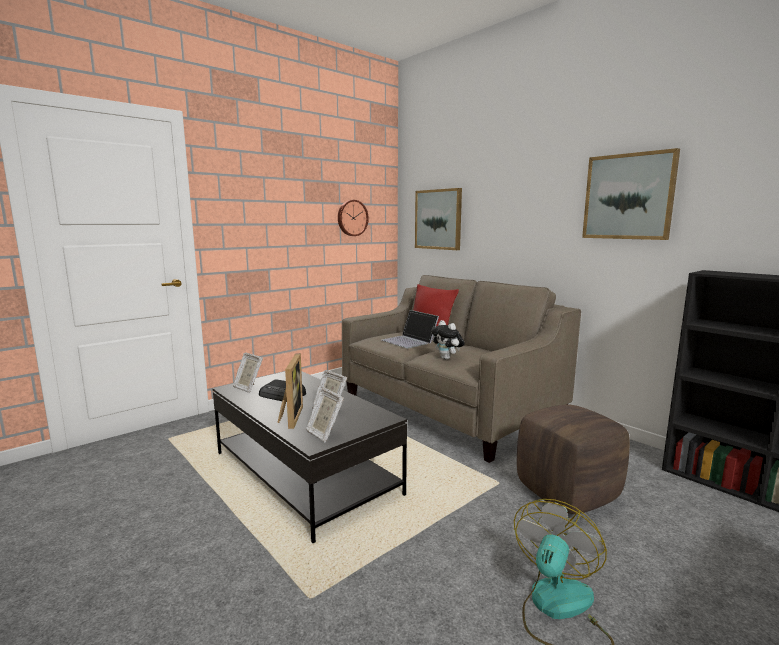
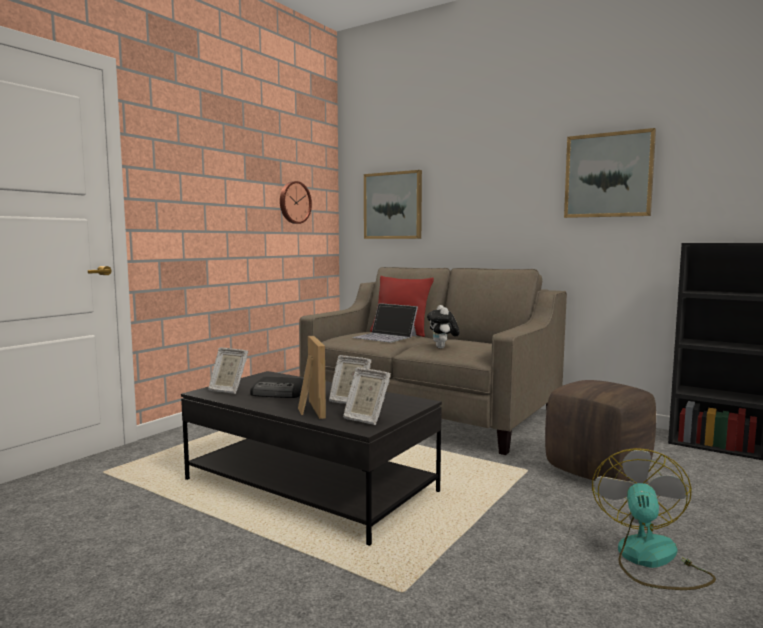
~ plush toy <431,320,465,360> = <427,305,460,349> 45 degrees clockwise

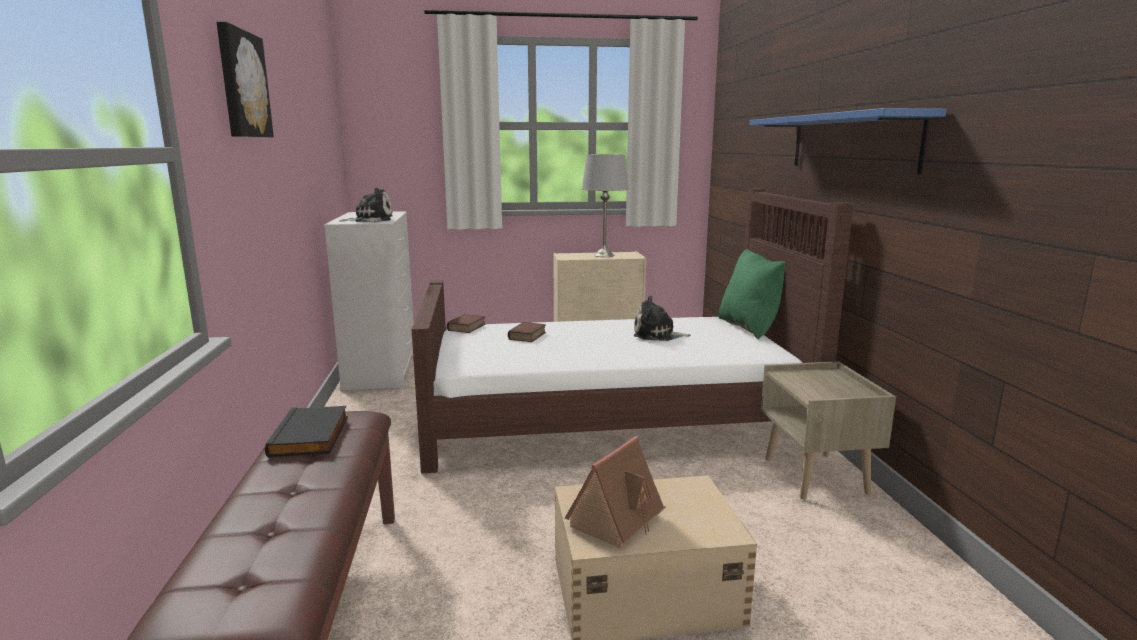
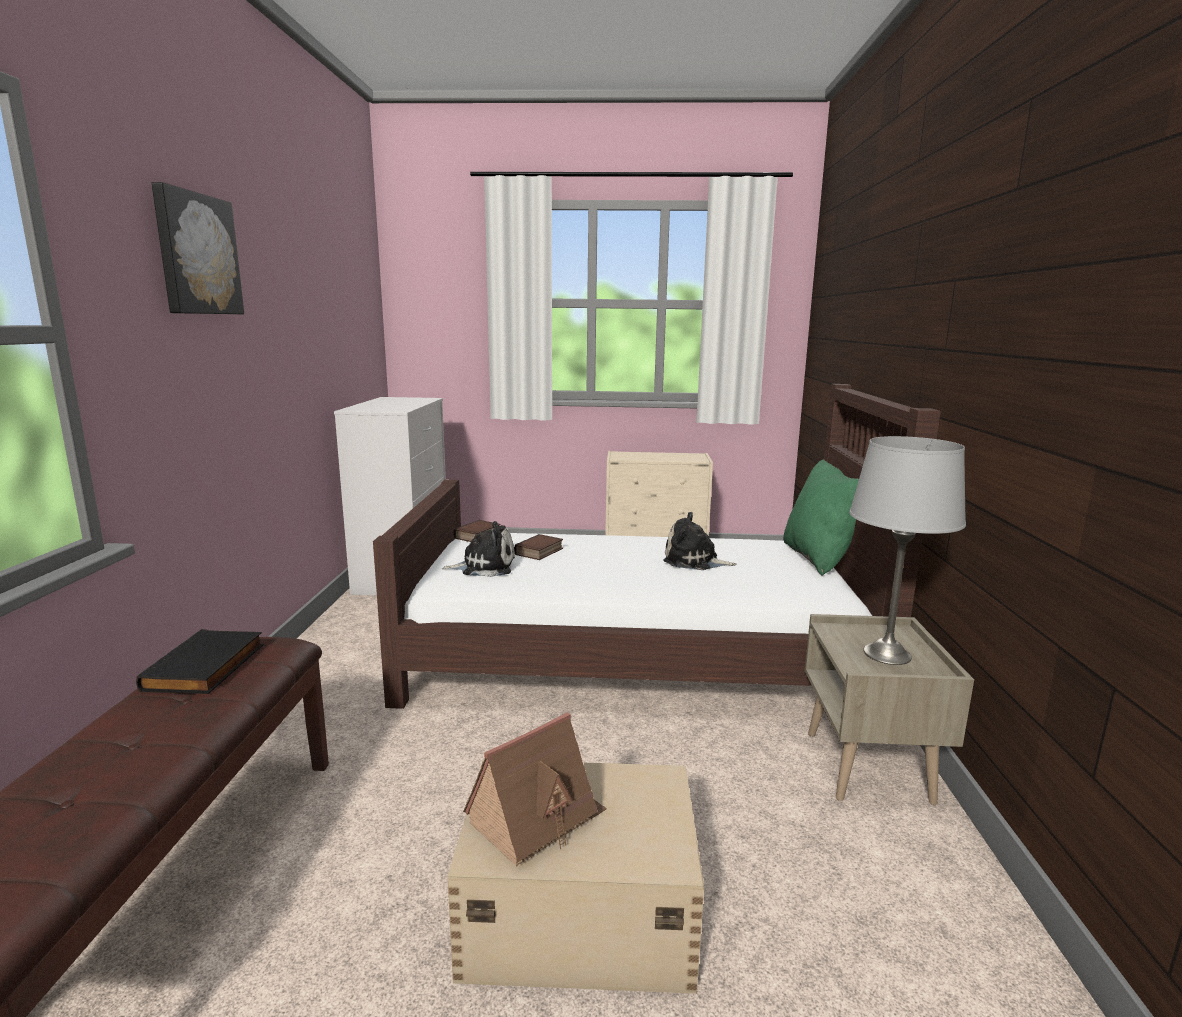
- blue shelf <749,108,947,174>
~ plush toy <340,188,393,222> to <441,521,515,577>
~ grey table lamp <581,154,629,257> to <849,436,966,665>

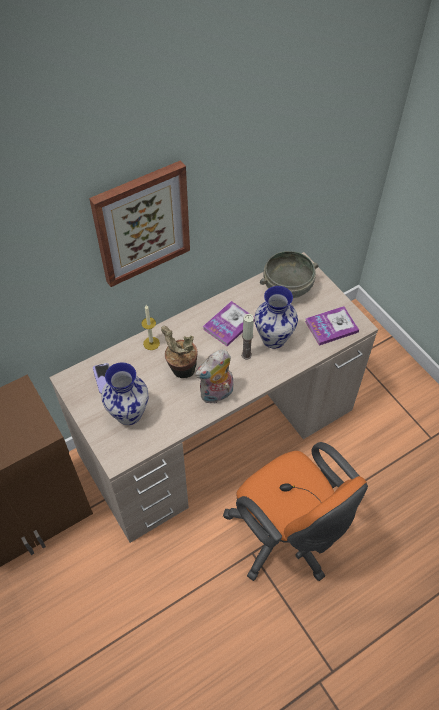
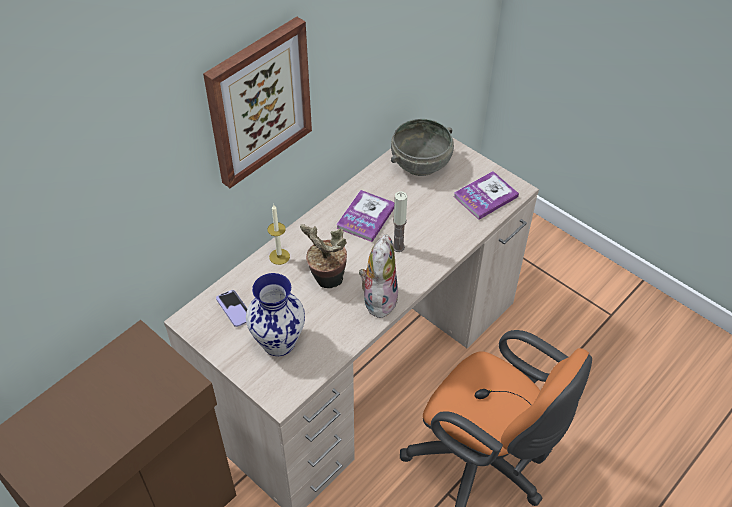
- vase <254,286,298,349>
~ plush toy <195,350,233,404> = <359,234,398,318> 150 degrees clockwise

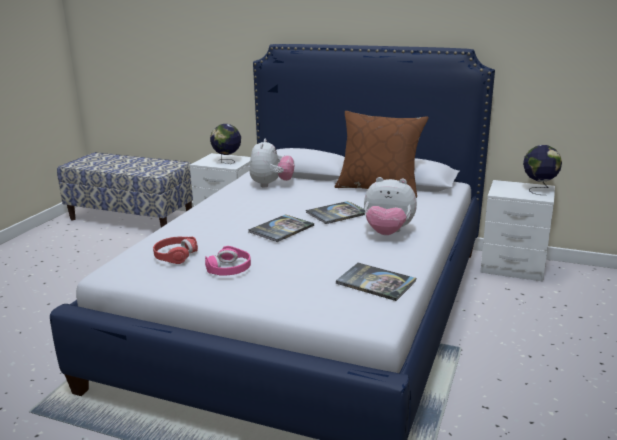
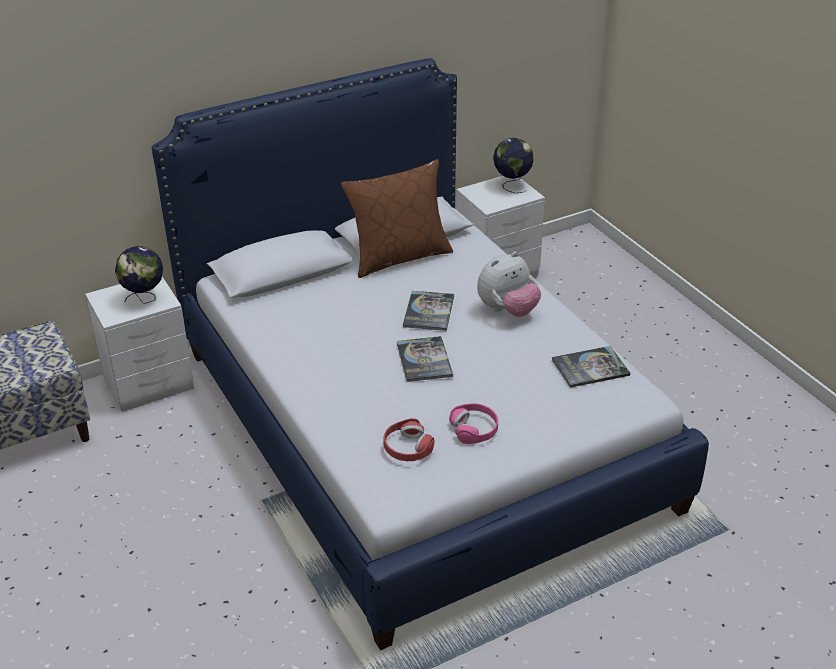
- plush toy <250,139,294,188>

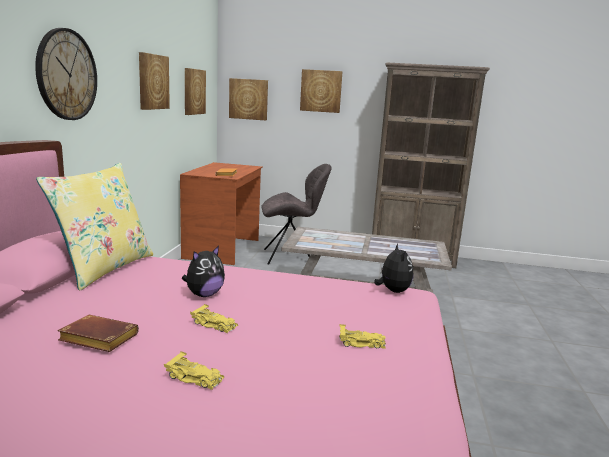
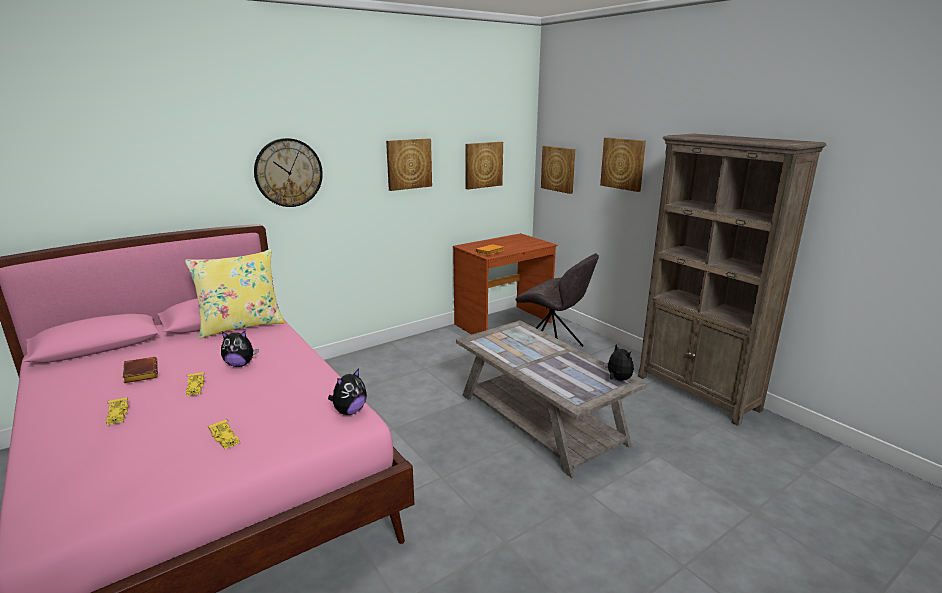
+ plush toy <603,344,634,381>

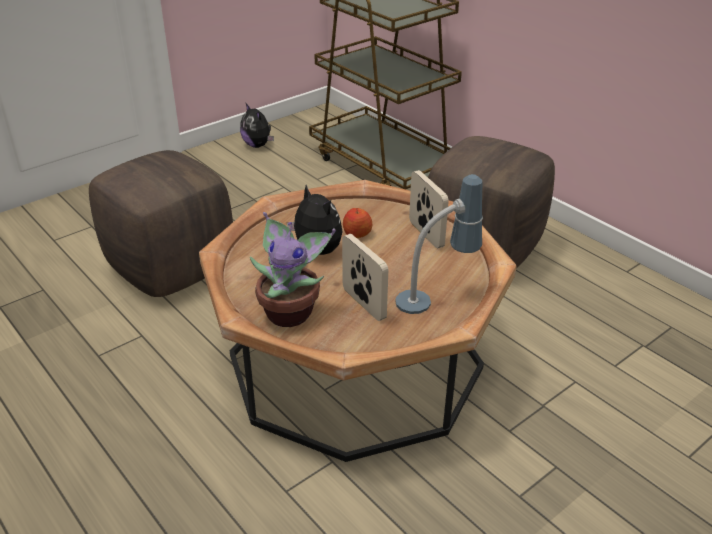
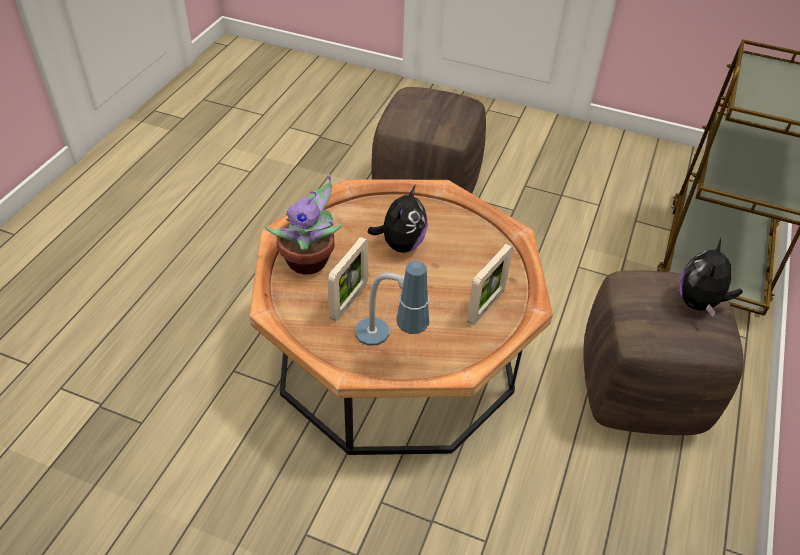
- apple <343,208,372,238>
~ plush toy <240,104,274,148> to <679,239,743,317>

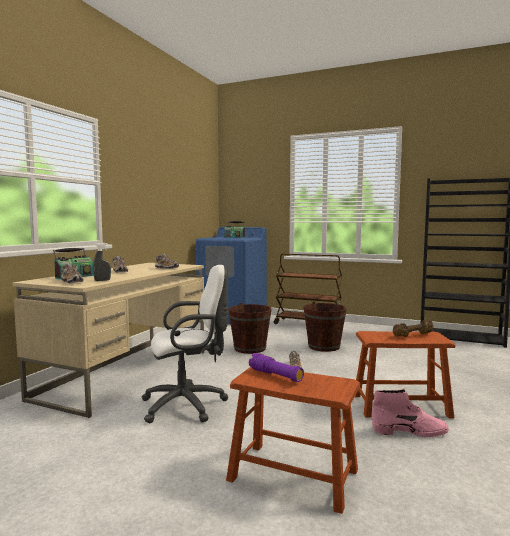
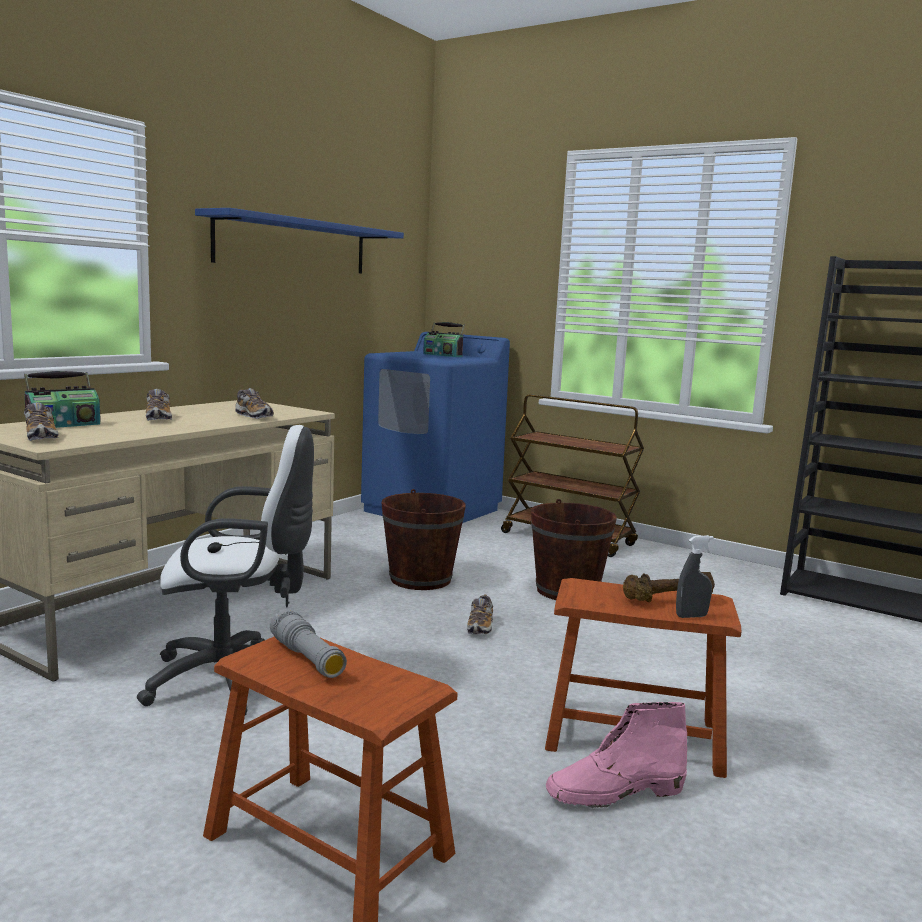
+ blue shelf <195,208,404,273>
~ grey spray bottle <93,243,111,281> to <676,535,714,618>
~ purple flashlight <249,353,304,382> to grey flashlight <270,609,347,678>
~ pink boot <372,389,449,438> = <546,702,687,808> 150 degrees clockwise

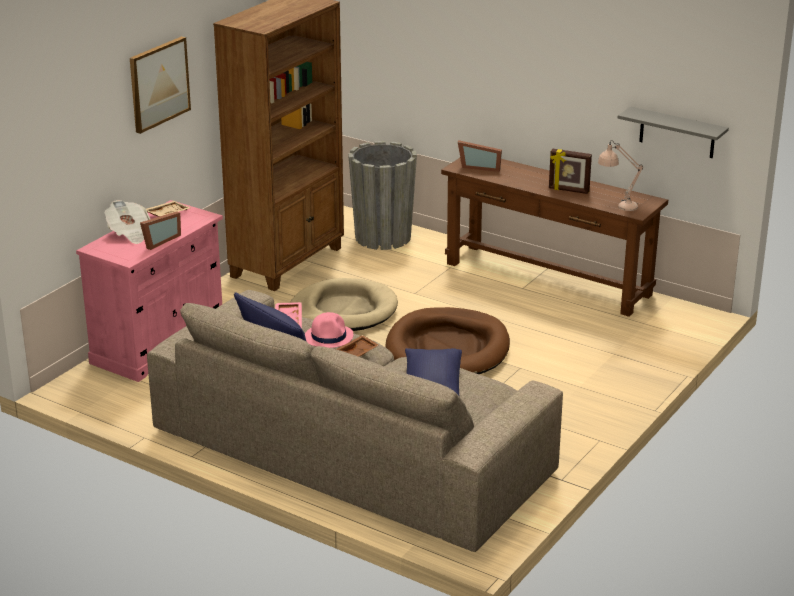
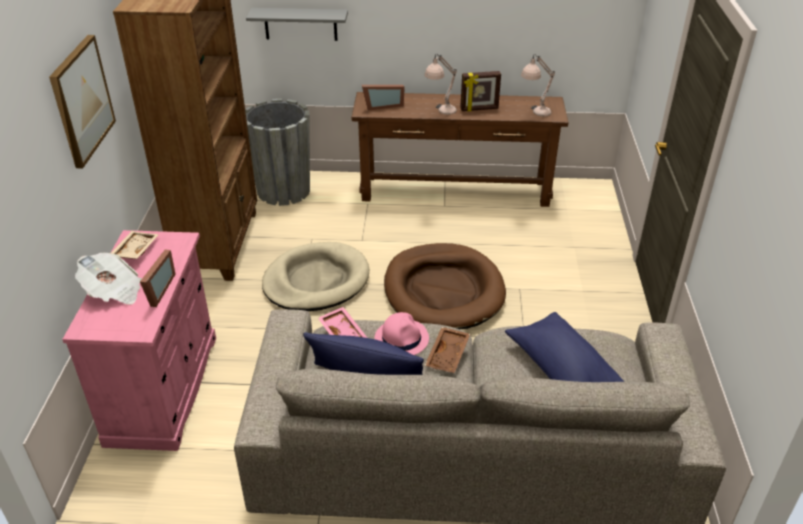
+ beige table lamp <425,53,457,115>
~ grey shelf <618,107,729,158> to <246,8,348,41>

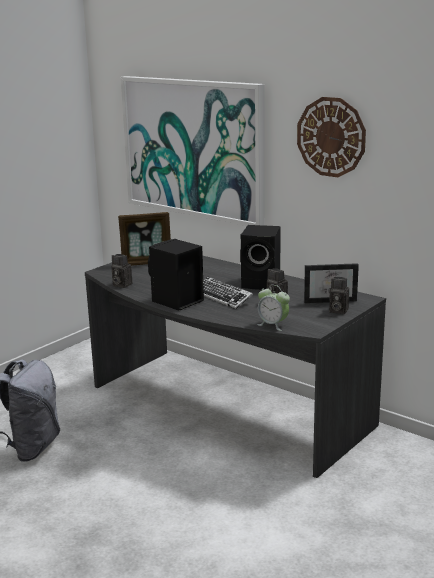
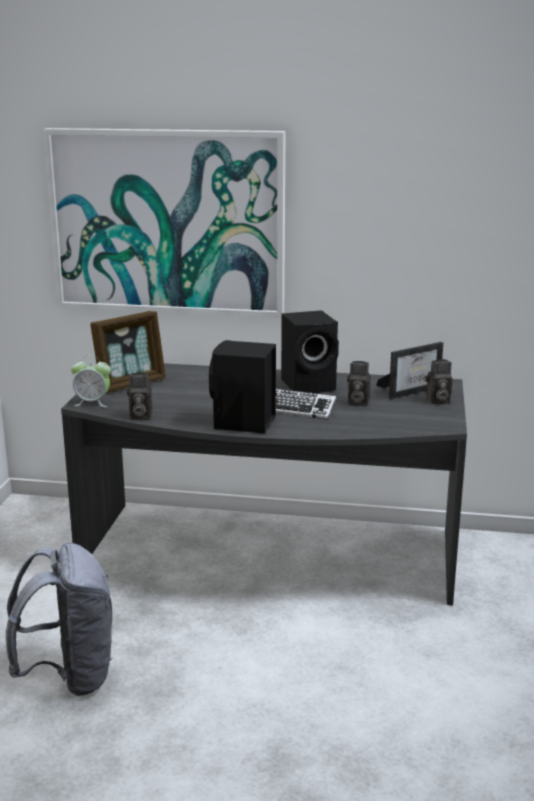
- wall clock <297,97,366,177>
~ alarm clock <257,285,290,331> to <71,355,111,407>

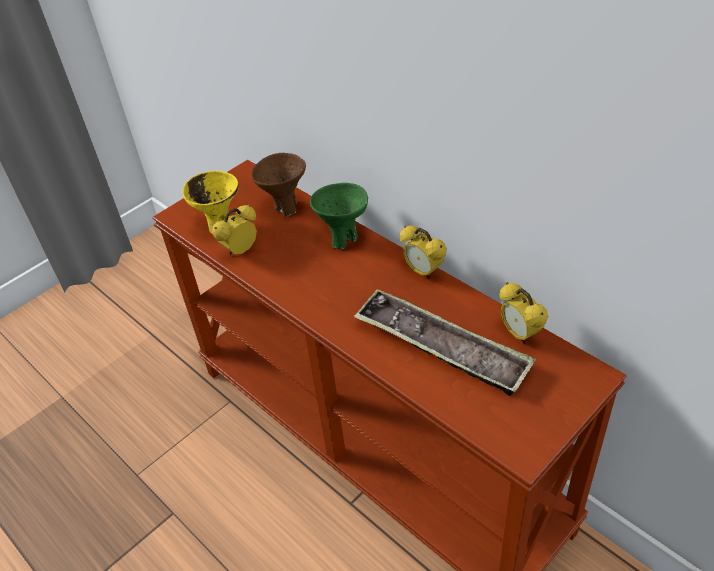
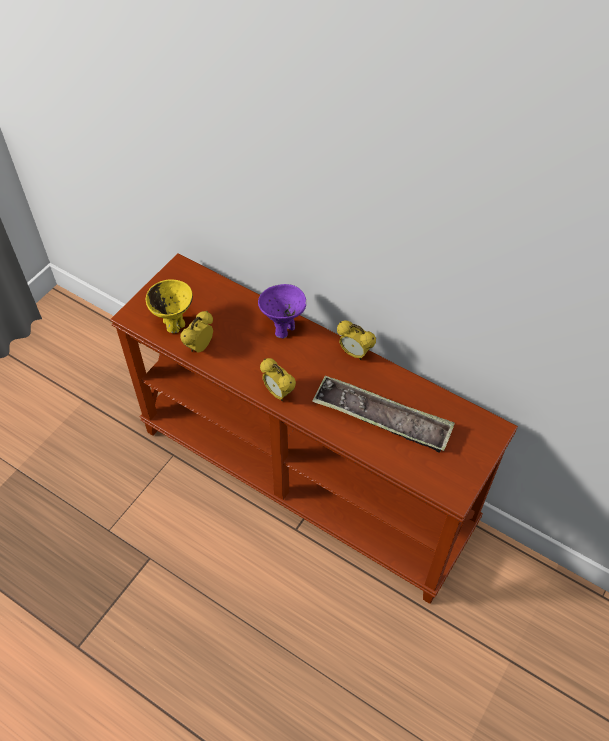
- brown bowl <251,153,306,216>
~ alarm clock <499,282,548,344> to <260,358,296,401>
~ green bowl <310,183,368,250> to purple bowl <258,284,306,338>

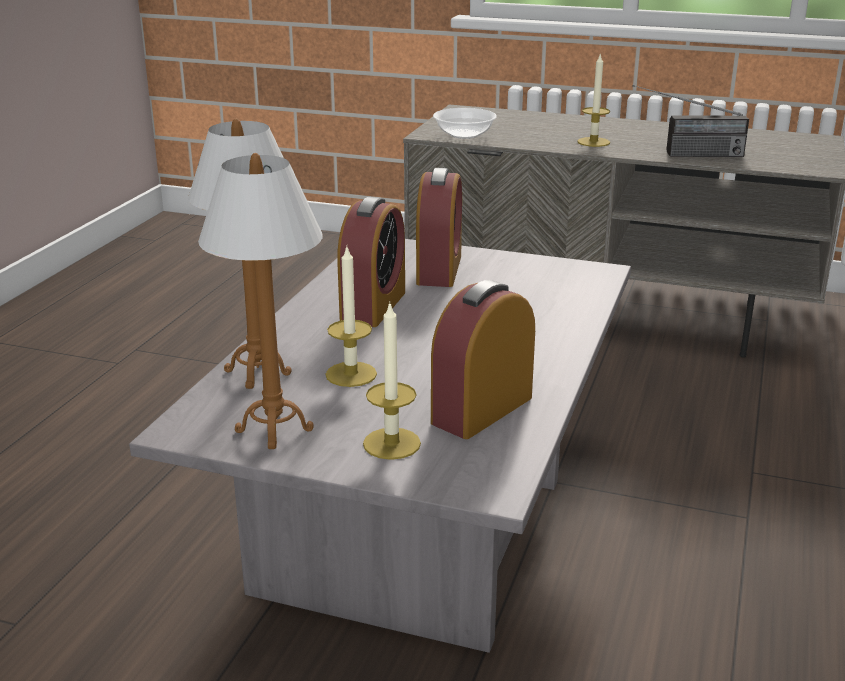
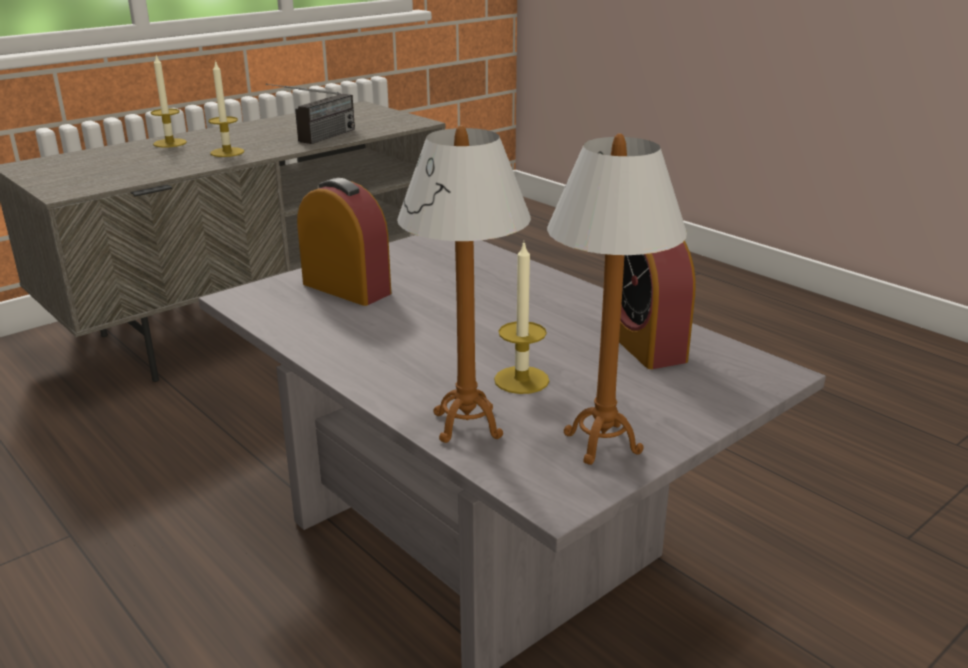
- alarm clock <337,197,405,327>
- bowl <433,108,497,139>
~ candle <363,301,421,460> to <151,55,187,148>

